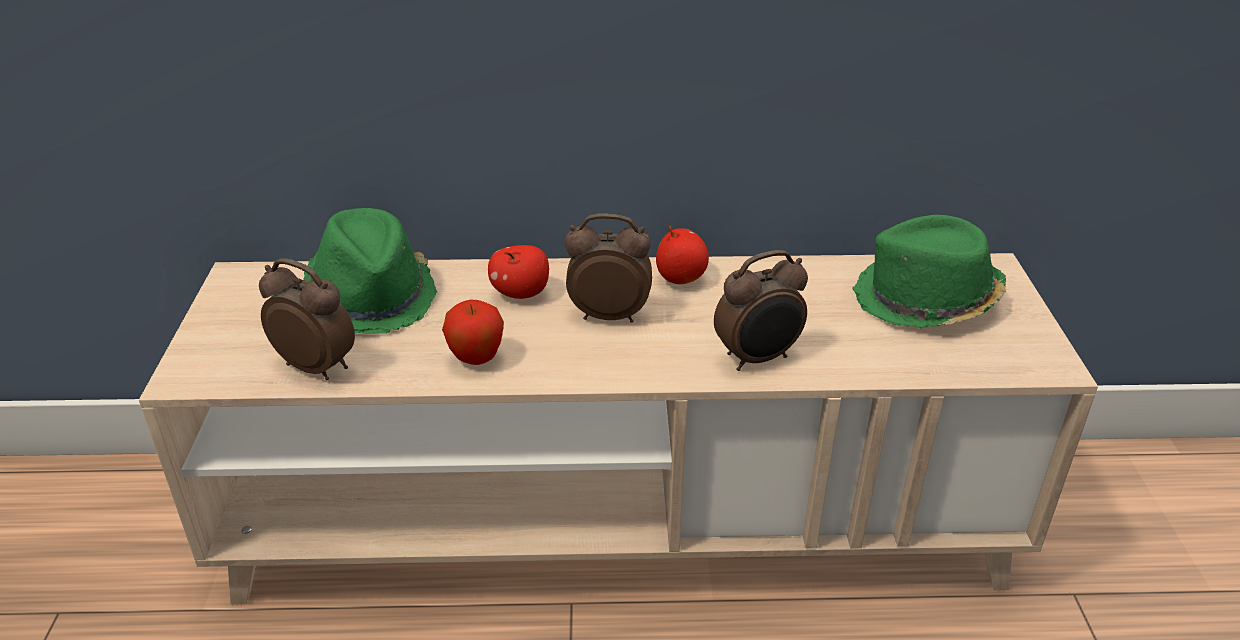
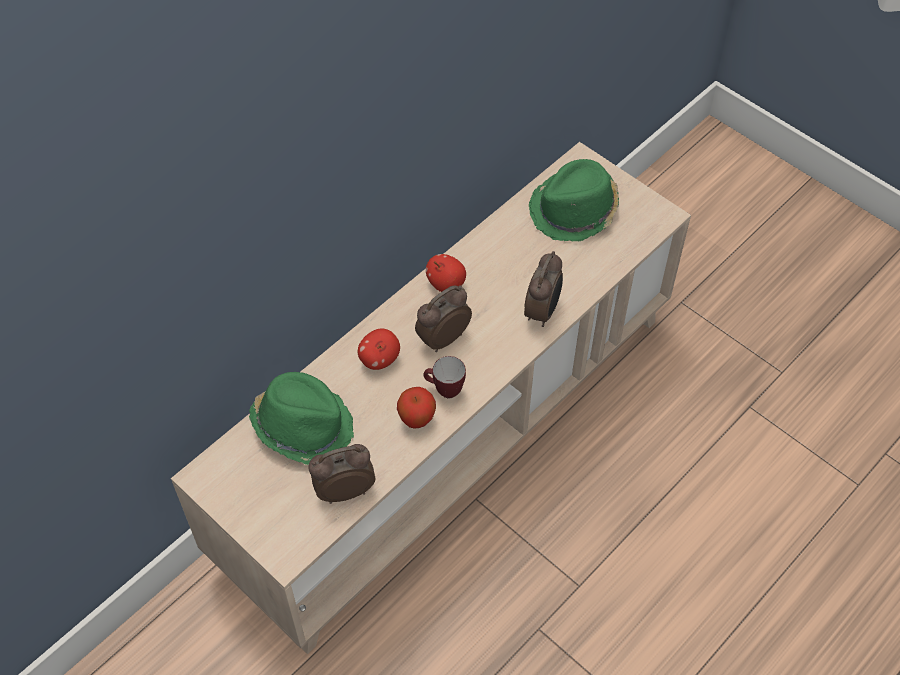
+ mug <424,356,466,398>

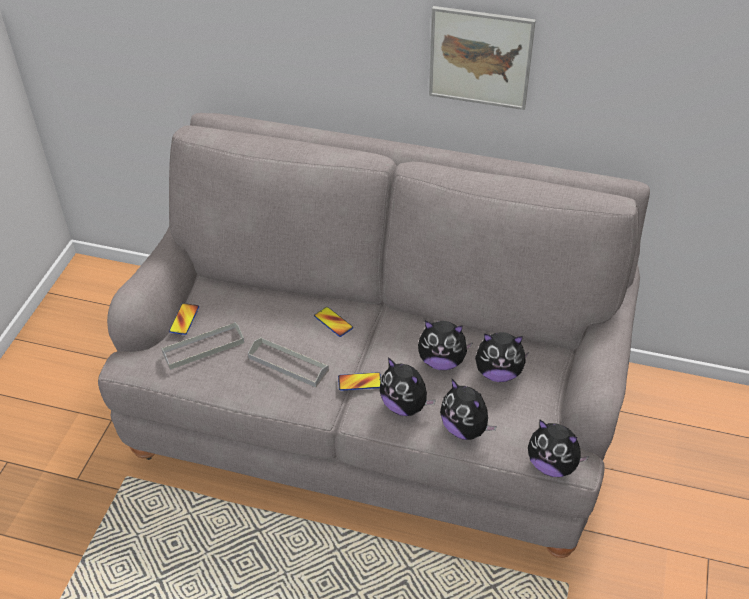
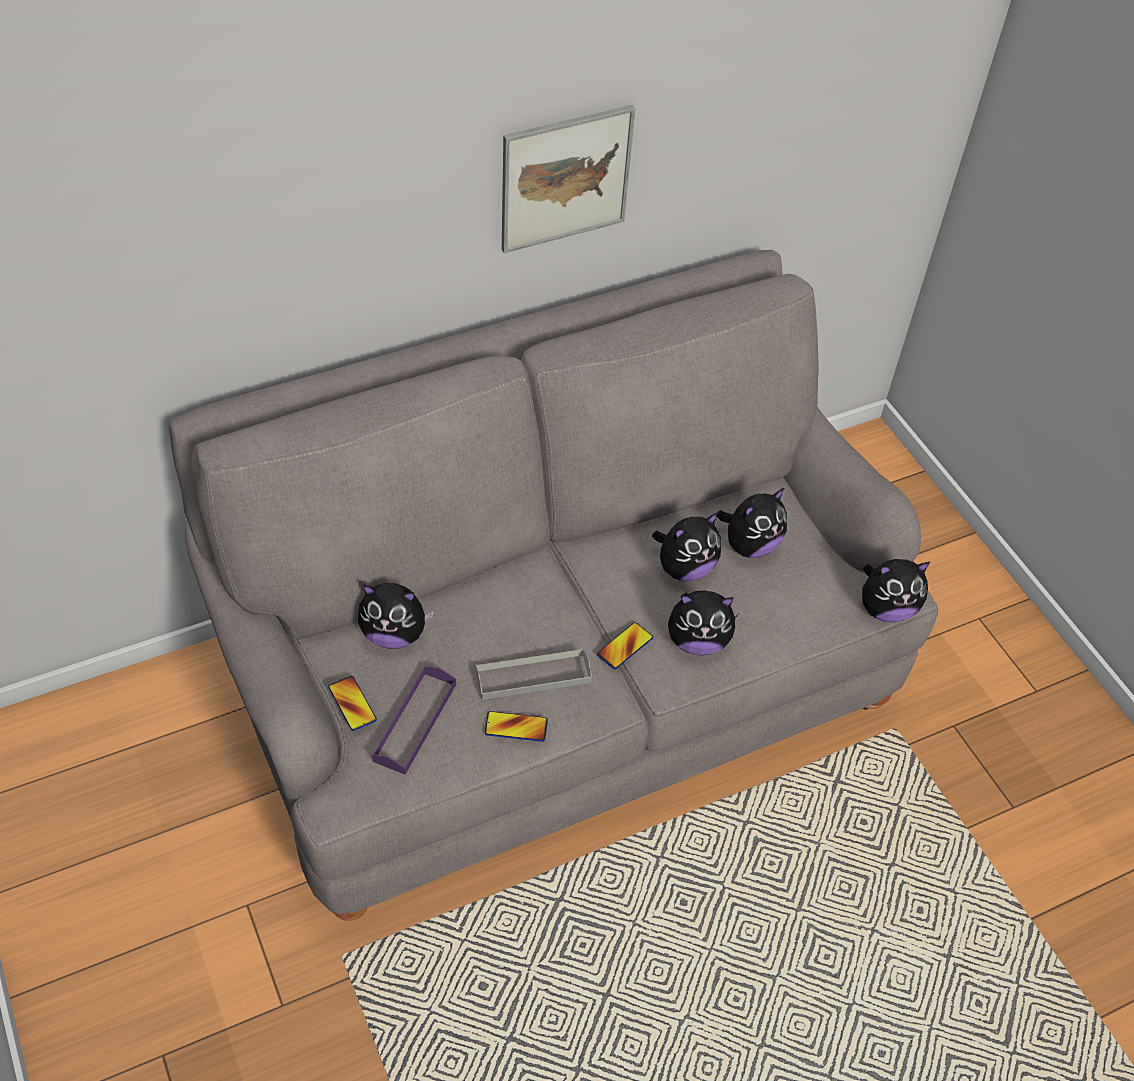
~ phone <314,307,353,337> to <485,711,548,742>
~ plush toy <440,378,497,440> to <358,583,435,649>
~ grey tray <161,322,244,370> to purple tray <372,666,456,775>

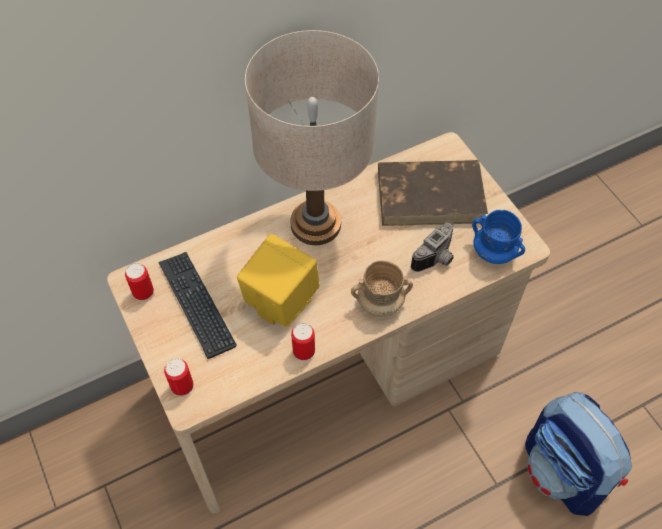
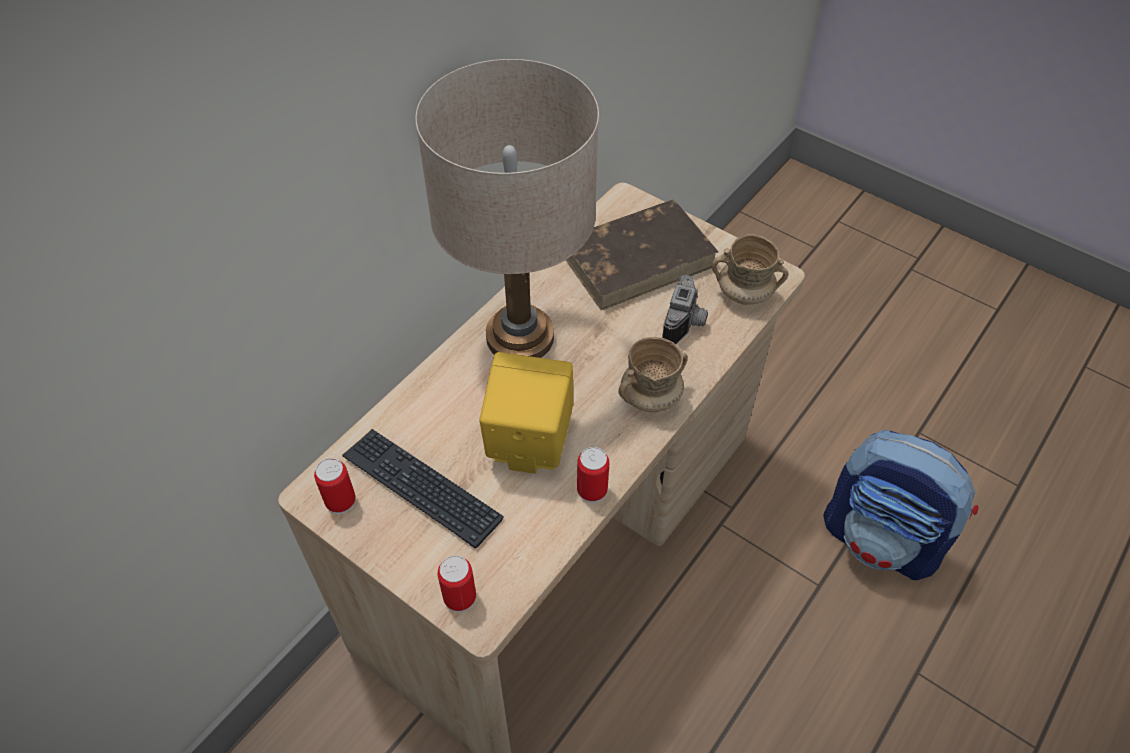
~ blue mug <472,210,525,264> to beige mug <712,234,789,305>

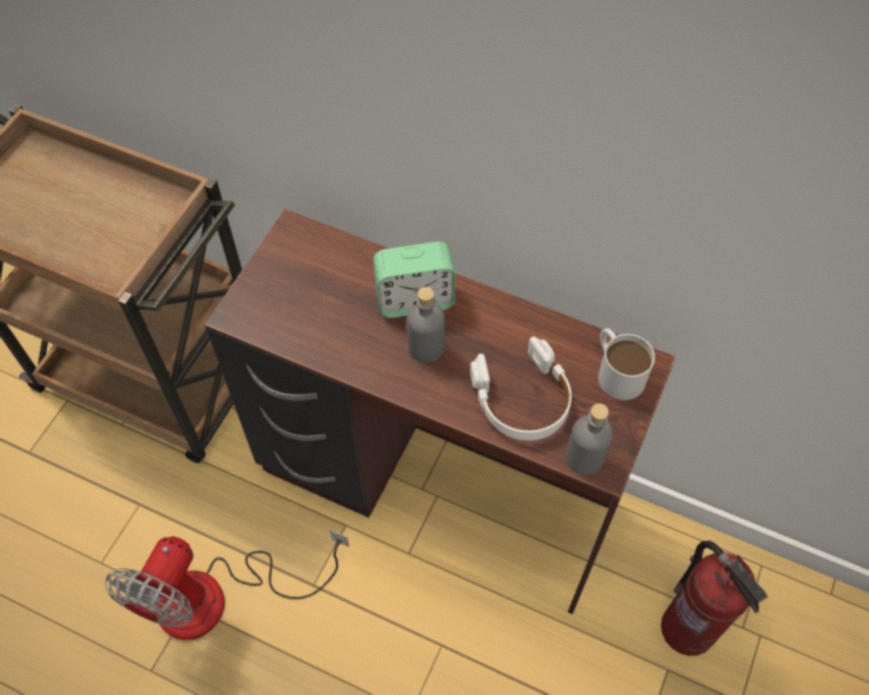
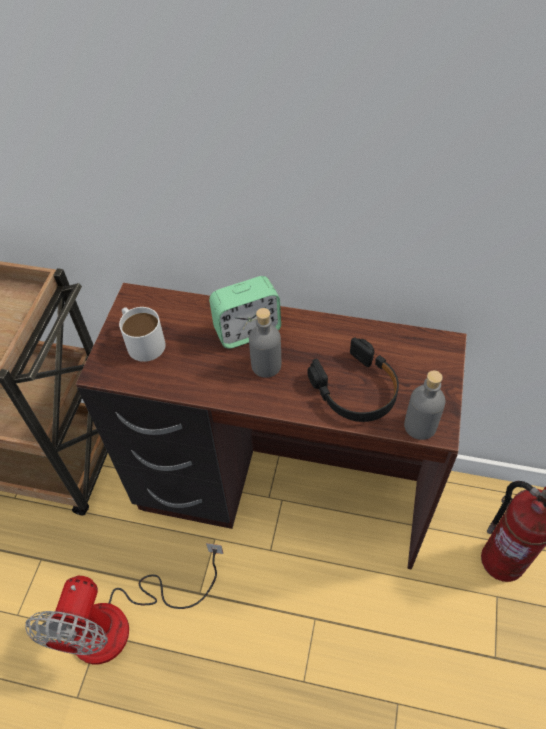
~ white mug <598,328,655,400> to <119,307,166,362>
~ white headphones <470,337,572,441> to black headphones <307,337,399,422>

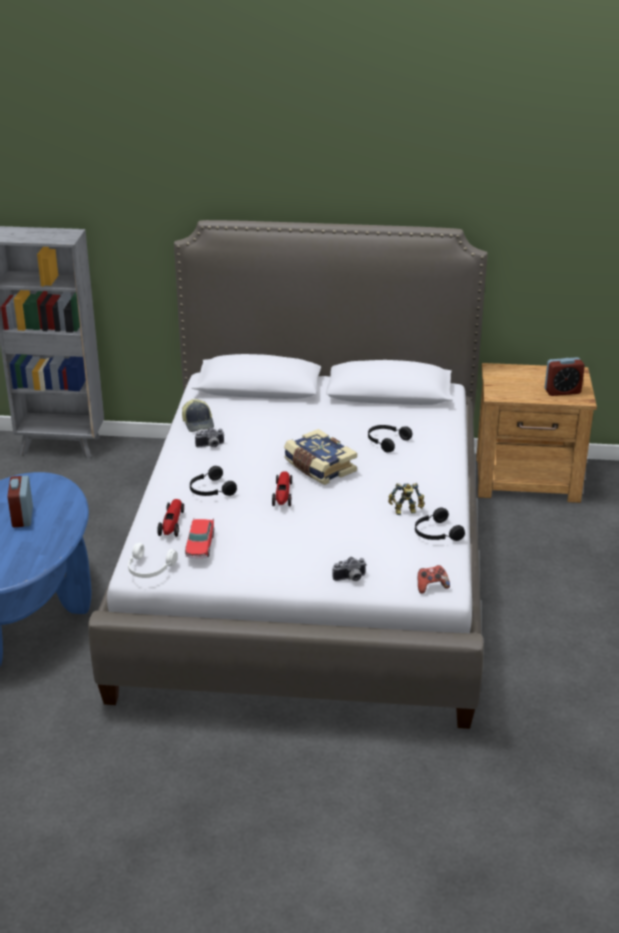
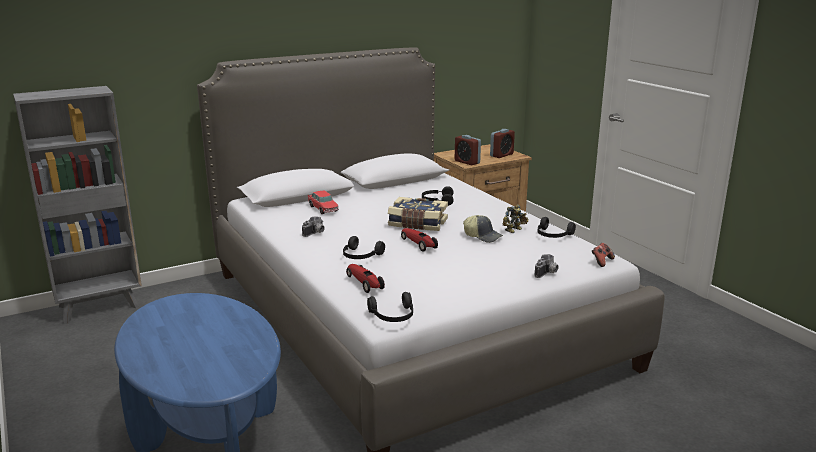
~ alarm clock <8,476,33,527> to <455,135,481,166>
~ cap <182,399,214,432> to <463,215,503,243>
~ toy car <185,519,214,558> to <308,191,339,214>
~ white headphones <128,543,178,578> to black headphones <367,292,413,322>

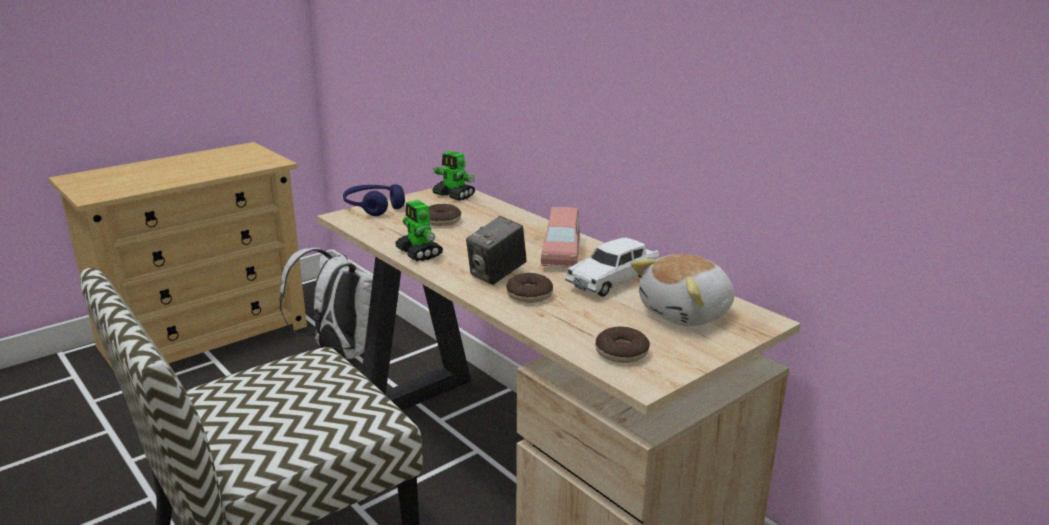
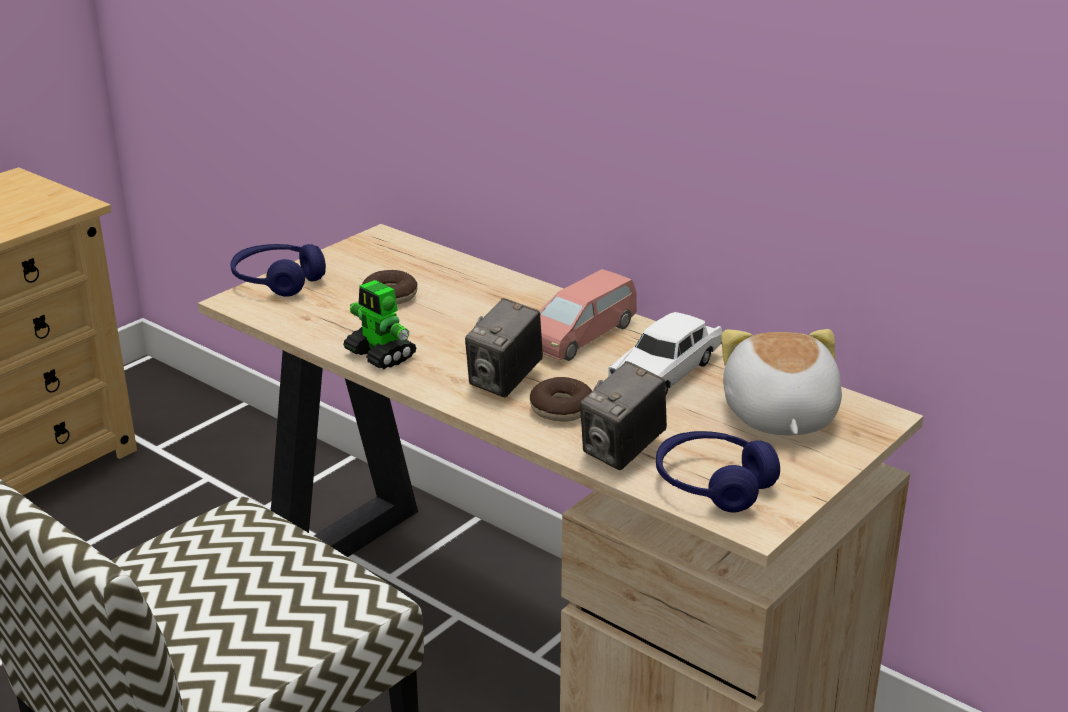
- white backpack <279,248,373,359>
- toy robot <432,151,475,201>
+ photo camera <580,361,667,470>
~ donut <595,327,650,363> to blue headphones <656,431,780,512>
~ pink toy car <541,207,580,267> = <539,269,637,361> 45 degrees clockwise
~ plush toy <631,254,734,326> = <721,329,842,435> 135 degrees clockwise

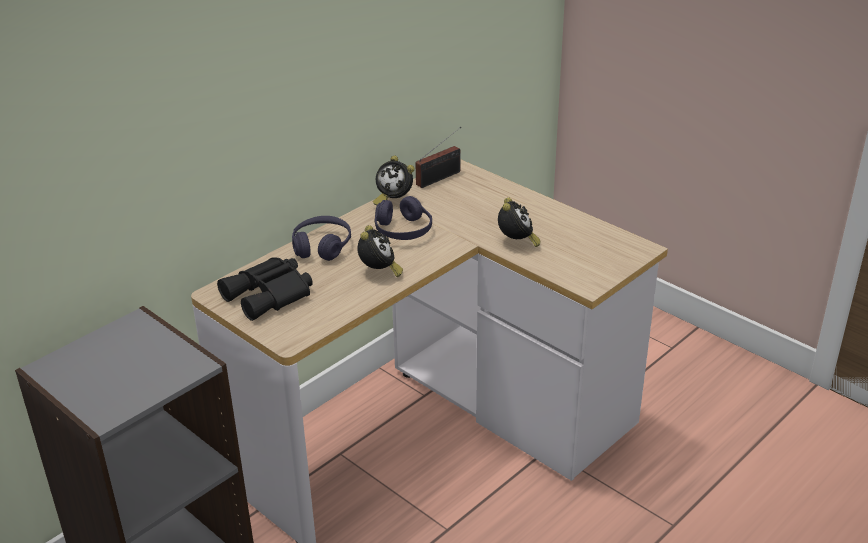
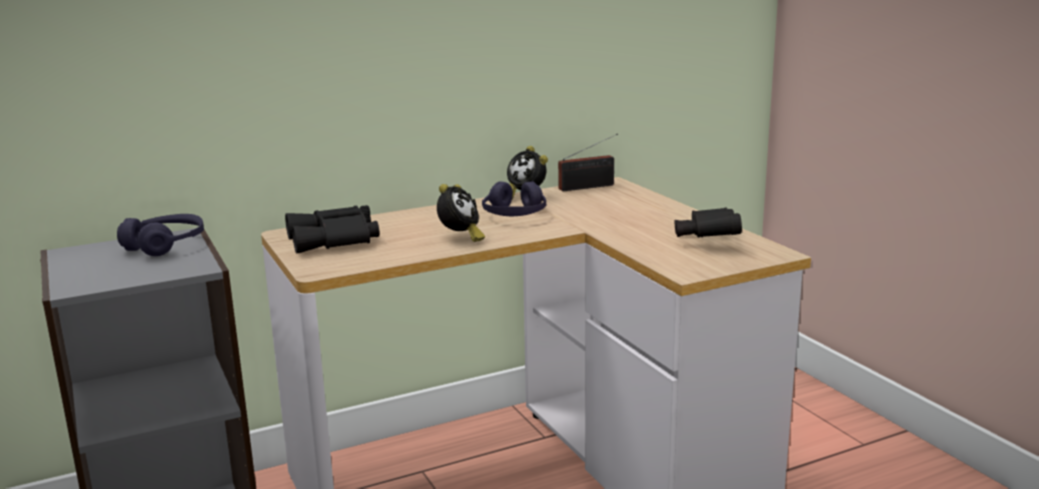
- alarm clock <498,198,540,247>
+ black binoculars <674,208,742,237>
~ purple headphones <292,216,351,261> to <117,214,204,256>

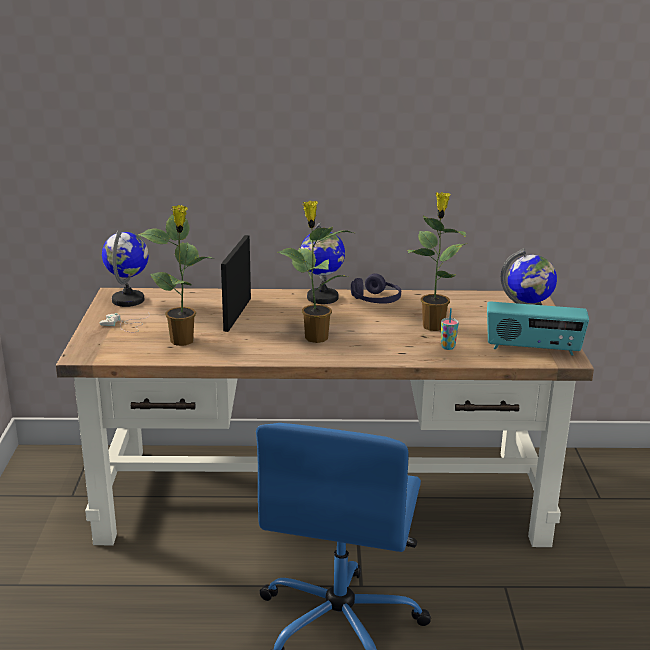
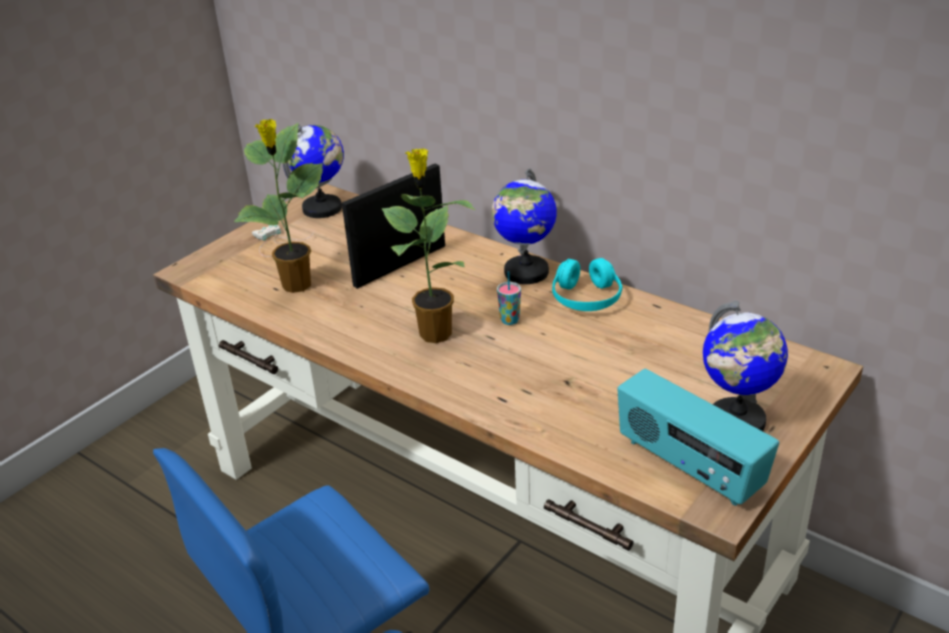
- potted plant <408,192,468,331>
~ cup <441,308,459,350> to <497,271,521,325>
~ purple headphones <351,273,401,304> to turquoise headphones <552,258,622,311>

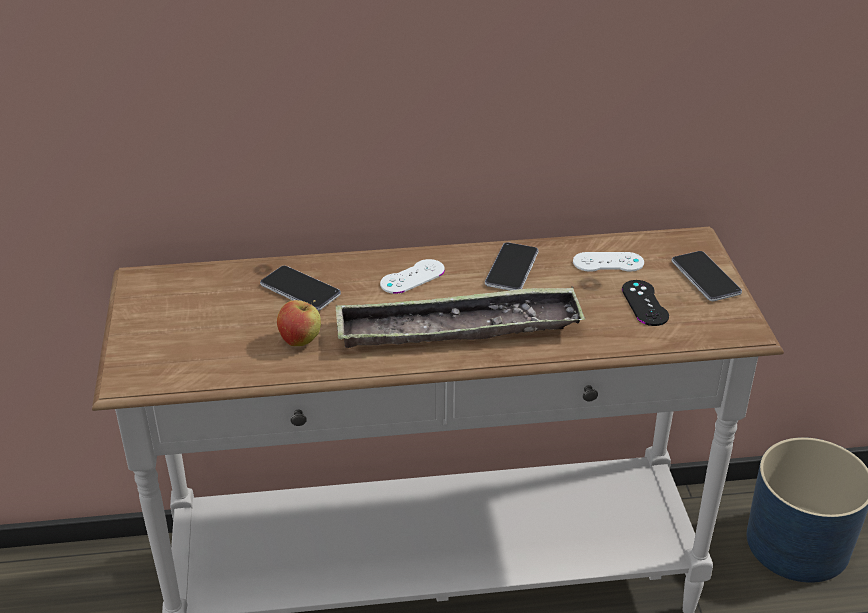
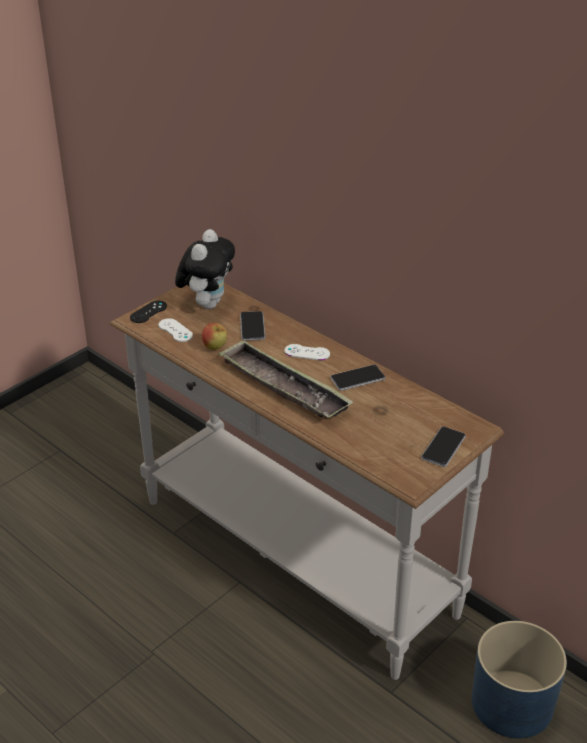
+ plush toy <175,229,235,309>
~ white game controller <573,252,644,272> to <159,318,193,342>
~ black game controller <622,280,669,326> to <130,301,167,323>

